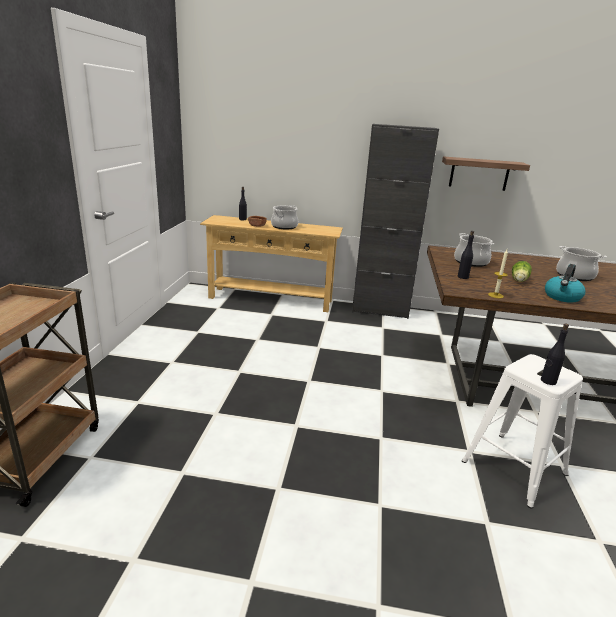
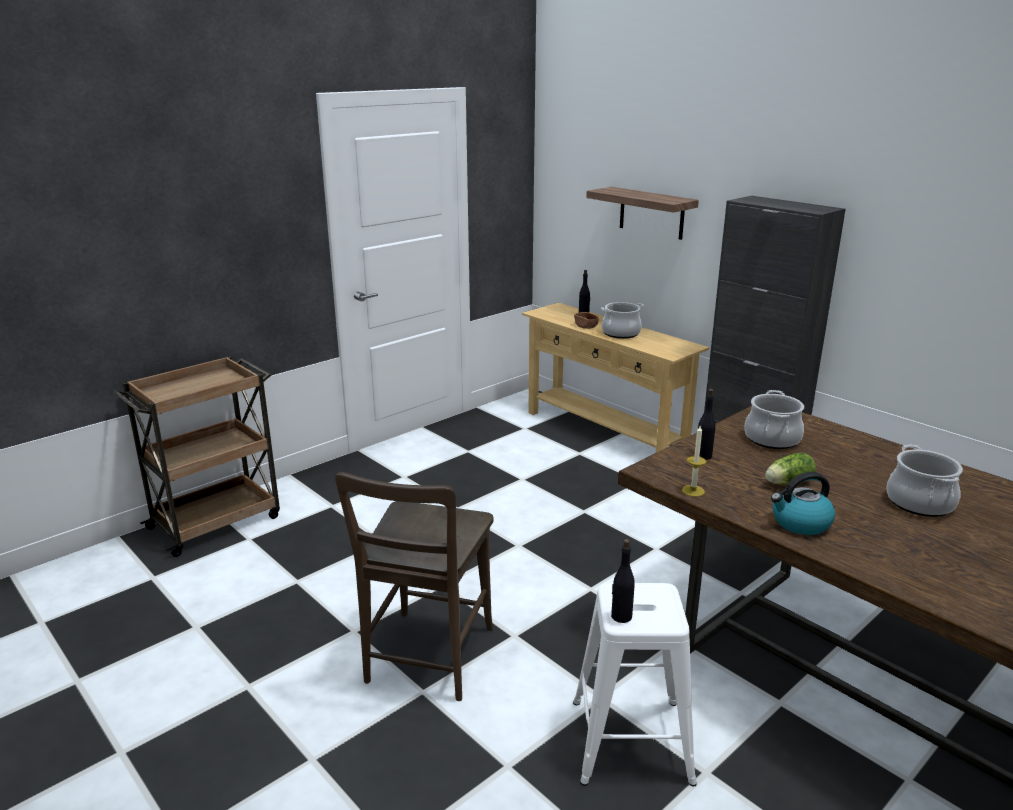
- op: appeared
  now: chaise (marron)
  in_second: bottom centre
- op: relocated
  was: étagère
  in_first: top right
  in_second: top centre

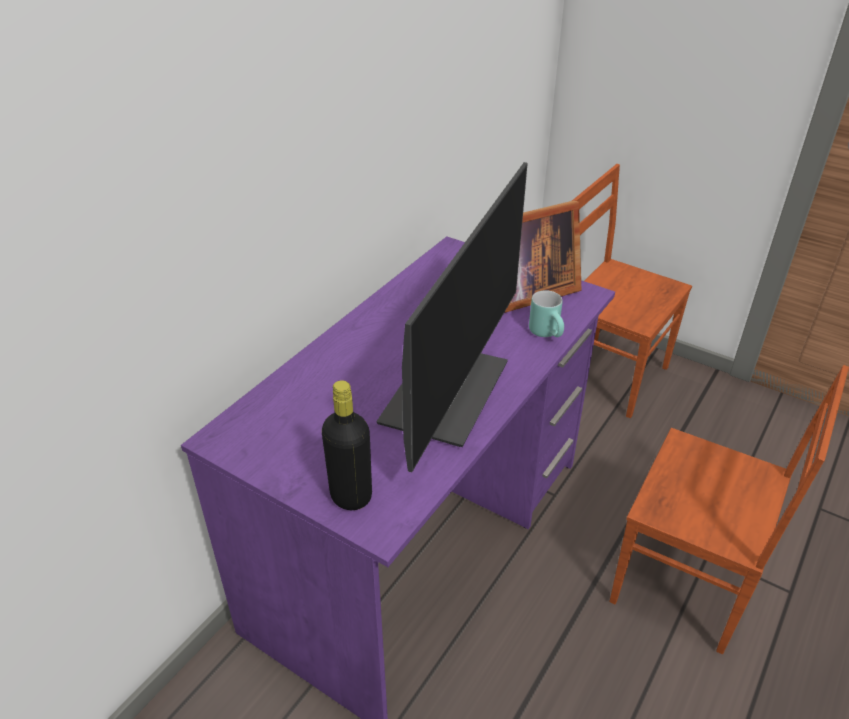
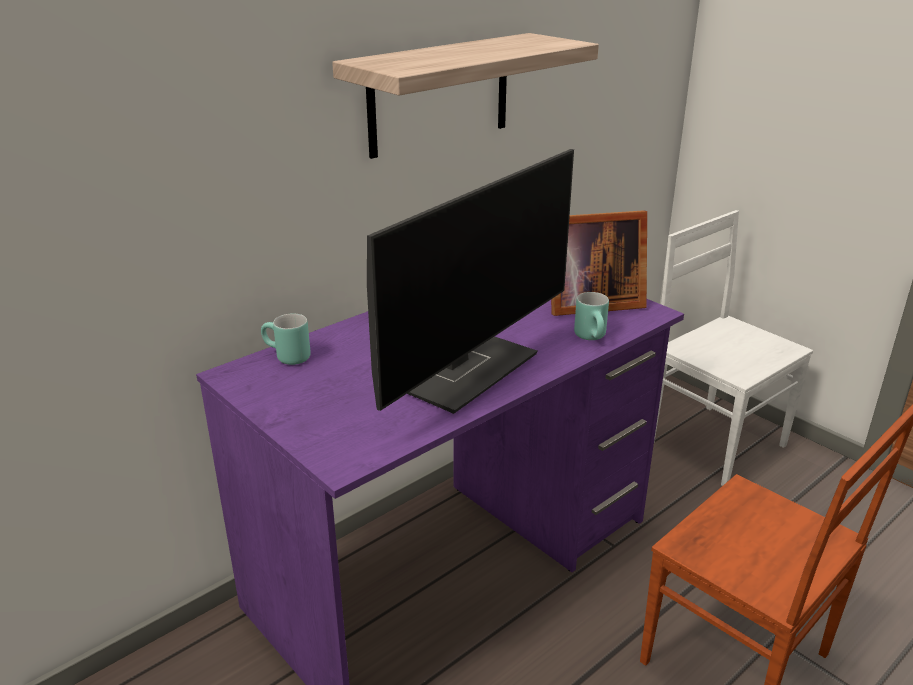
- op: missing
  was: bouteille (noir)
  in_first: centre
- op: appeared
  now: mug (turquoise) (no. 1 from left)
  in_second: middle left
- op: appeared
  now: étagère
  in_second: top centre
- op: colour
  was: chaise (marron) (no. 1 from left)
  now: chaise (blanc)
  in_first: middle right
  in_second: middle right

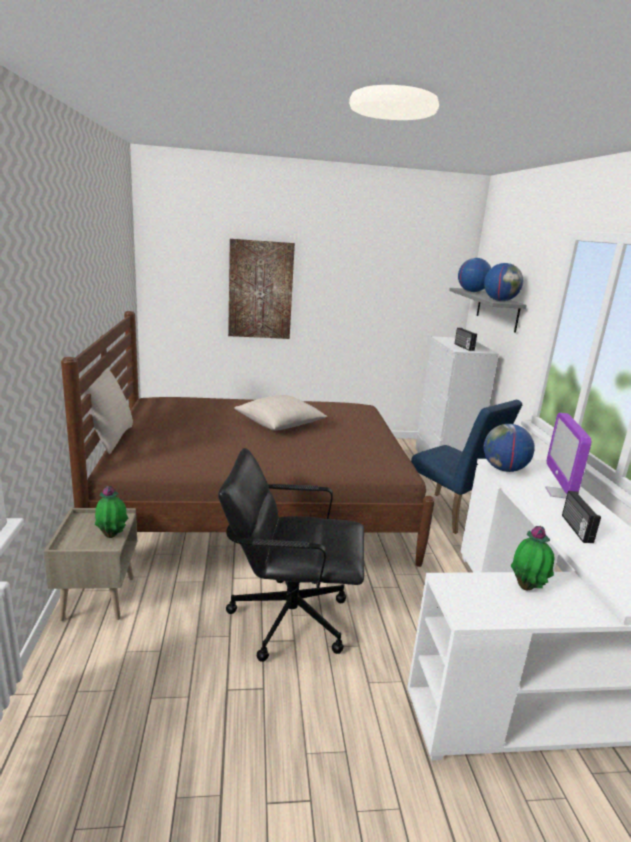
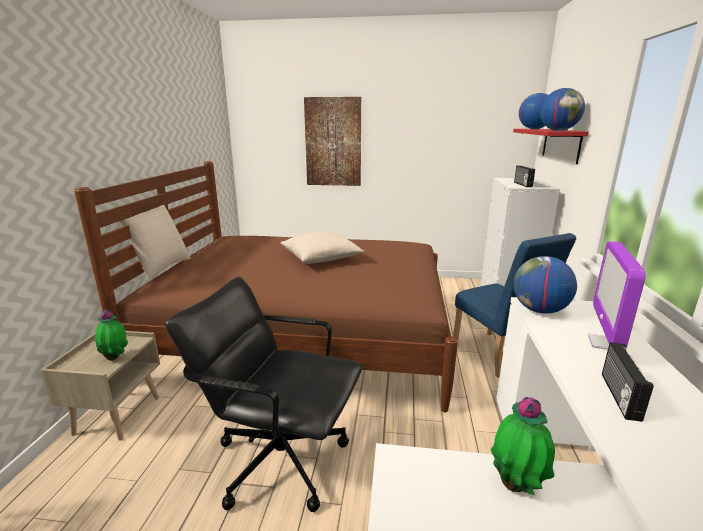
- op: colour
  was: étagère (gris)
  now: étagère (rouge)
  in_first: middle right
  in_second: top right

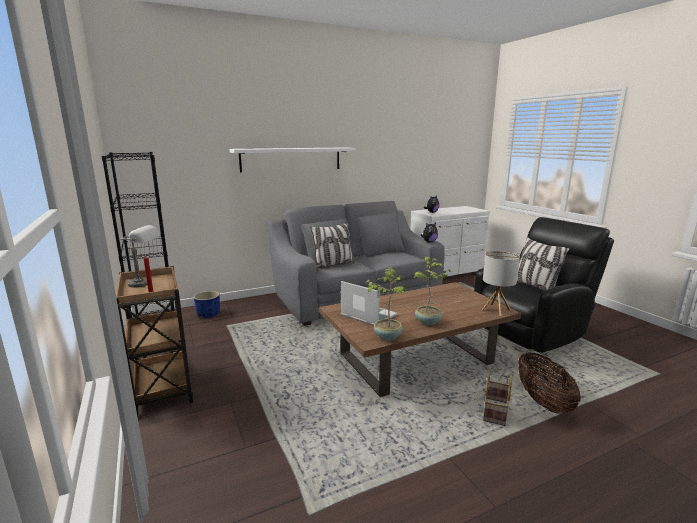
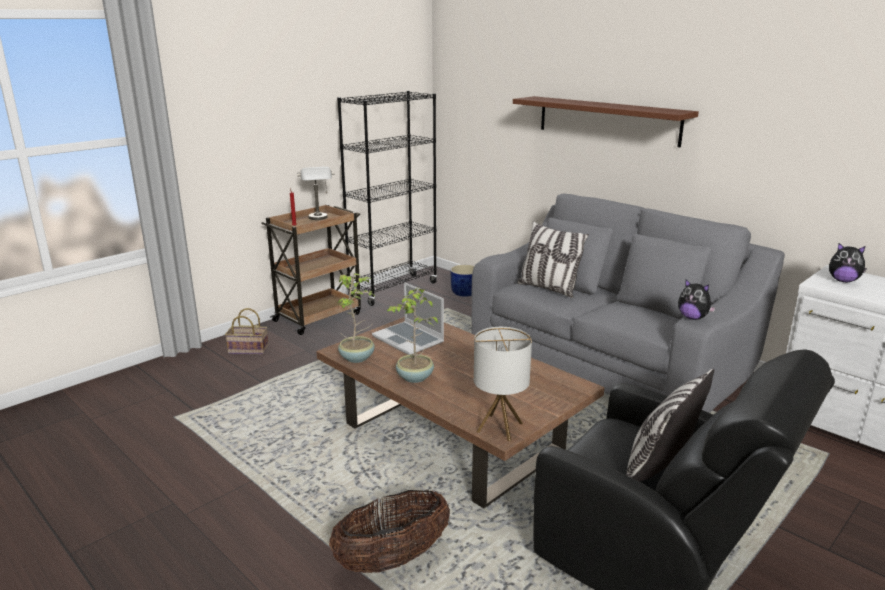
- op: relocated
  was: panier (no. 1 from left)
  in_first: bottom right
  in_second: middle left
- op: colour
  was: étagère (blanc)
  now: étagère (marron)
  in_first: top centre
  in_second: top right
- op: spun
  was: ordinateur portable
  in_first: centre
  in_second: centre
  clockwise: 120

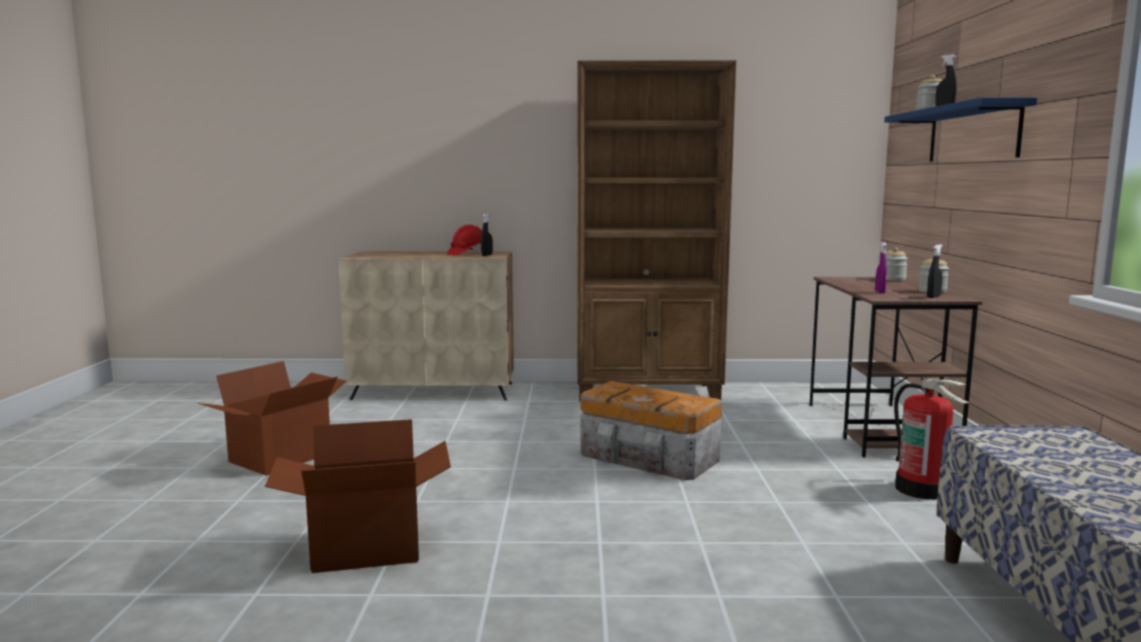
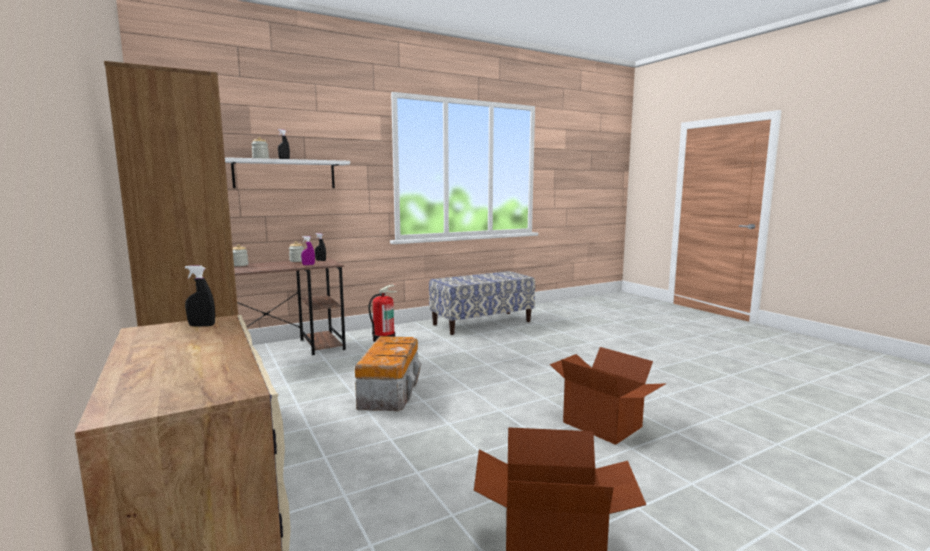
- op: missing
  was: casque de chantier (rouge)
  in_first: centre
- op: colour
  was: étagère (bleu)
  now: étagère (blanc)
  in_first: top right
  in_second: top left

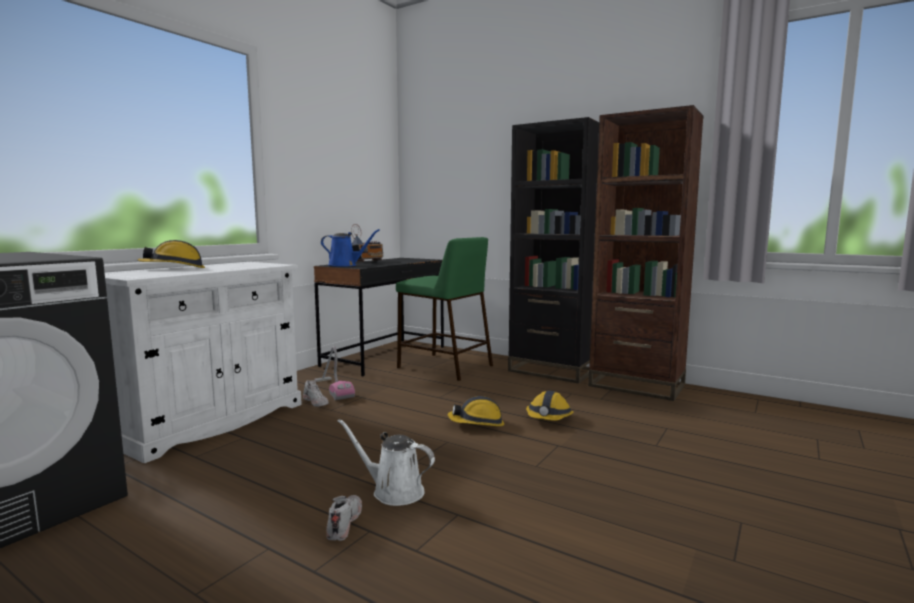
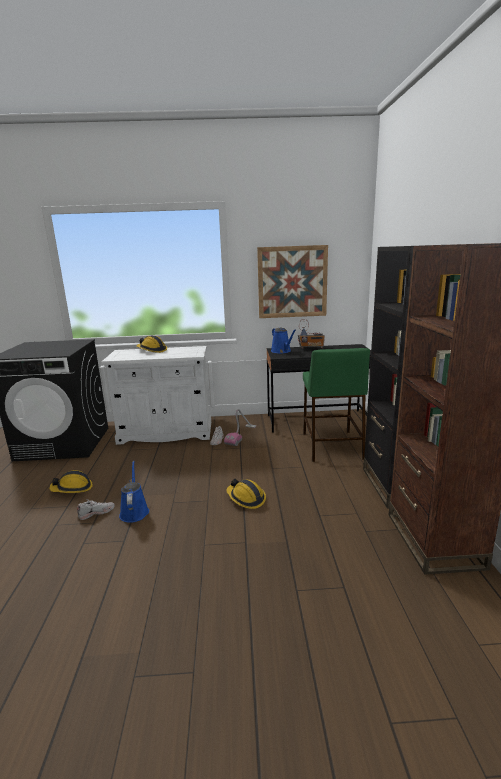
- op: appeared
  now: tableau
  in_second: centre
- op: relocated
  was: casque de chantier (no. 3 from left in the first image)
  now: casque de chantier (no. 1 from left)
  in_first: bottom centre
  in_second: middle left
- op: colour
  was: arrosoir (blanc)
  now: arrosoir (bleu) (no. 1 from left)
  in_first: bottom centre
  in_second: middle left

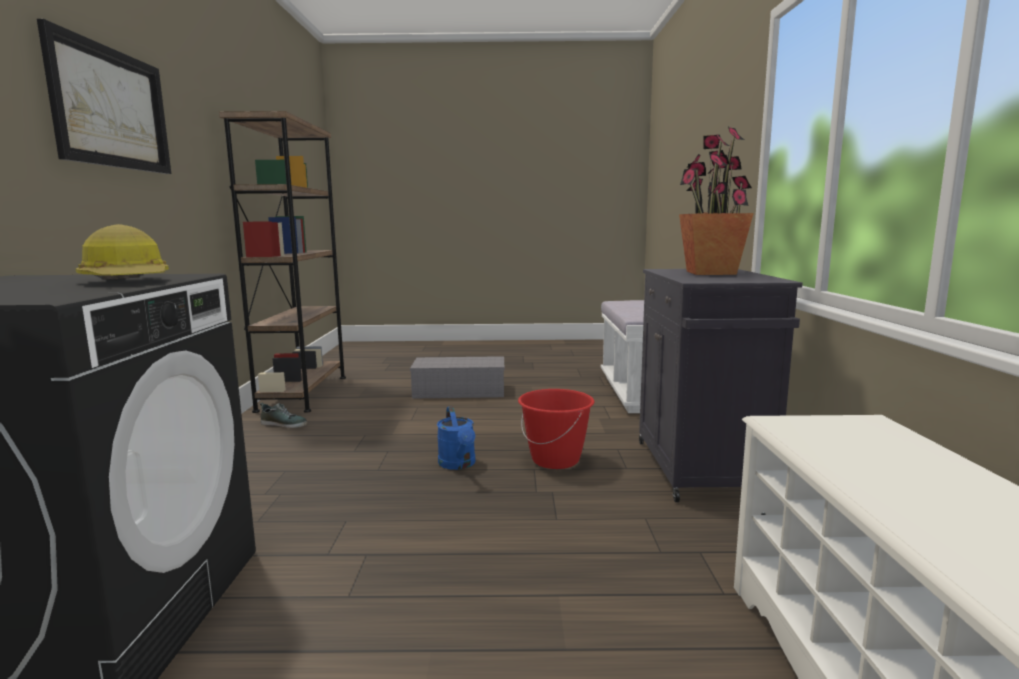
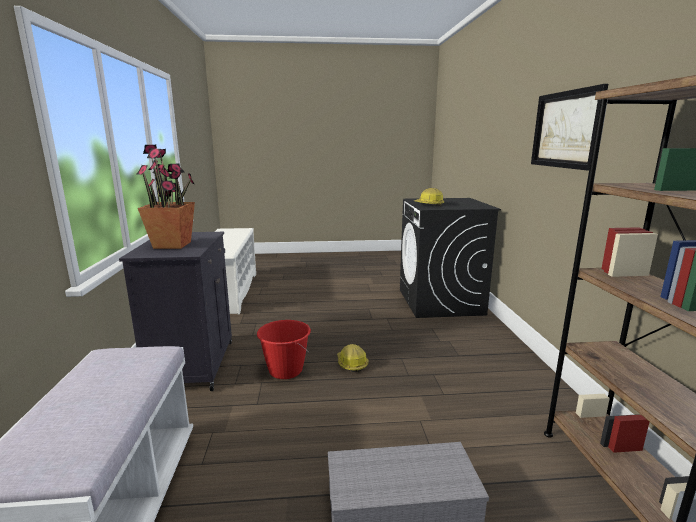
- op: missing
  was: chaussure
  in_first: middle left
- op: exchanged
  was: arrosoir (bleu)
  now: casque de chantier (no. 1 from left)
  in_first: centre
  in_second: bottom centre

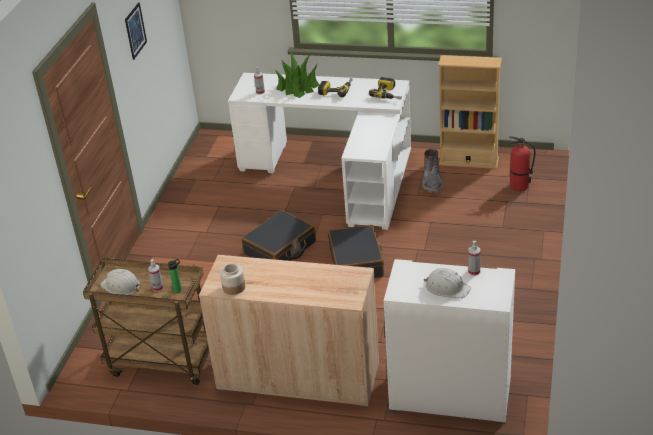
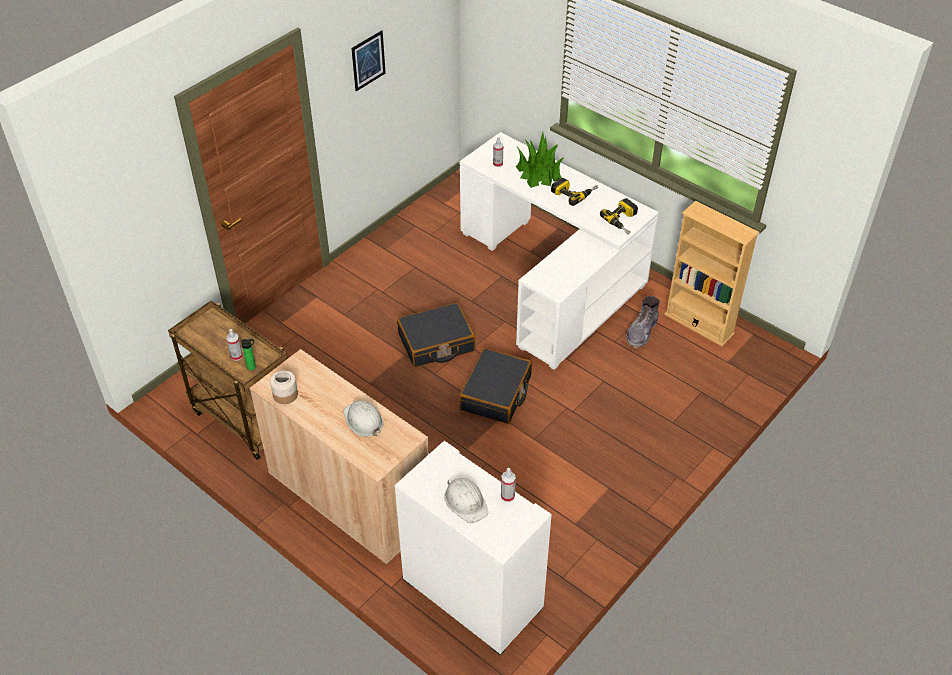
- op: missing
  was: extincteur
  in_first: middle right
- op: relocated
  was: casque de chantier (blanc) (no. 1 from left)
  in_first: middle left
  in_second: centre

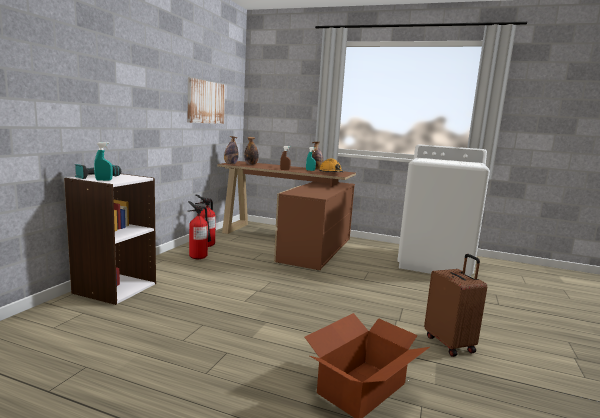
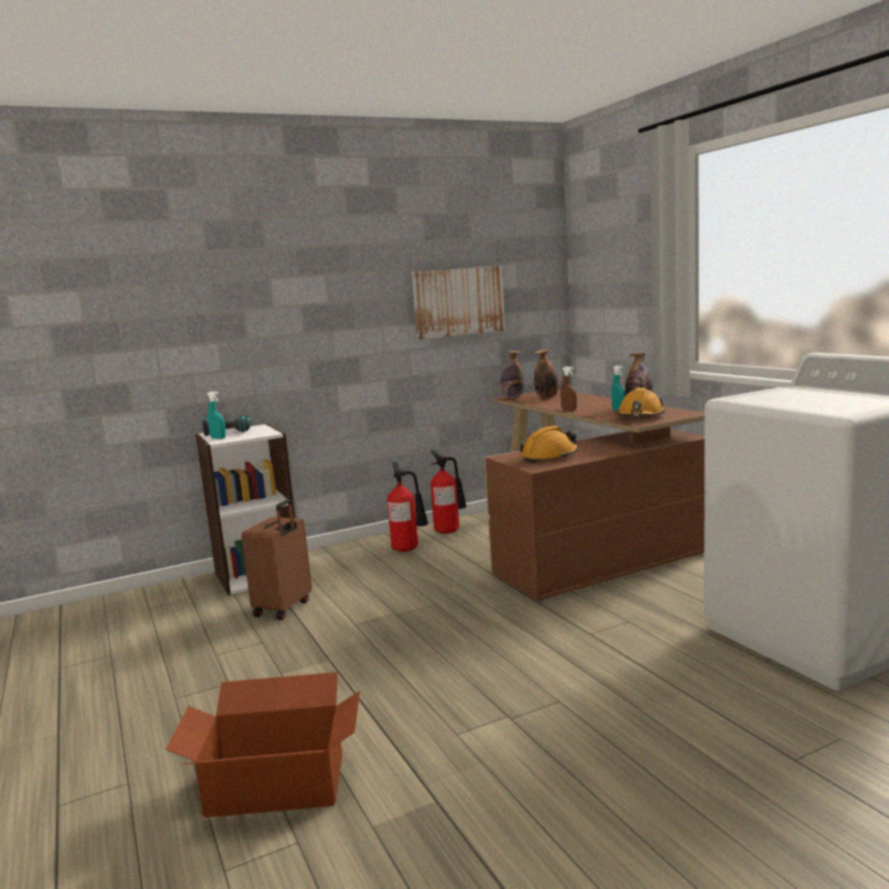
- op: appeared
  now: casque de chantier (orange) (no. 1 from left)
  in_second: centre
- op: relocated
  was: valise (marron)
  in_first: bottom right
  in_second: middle left

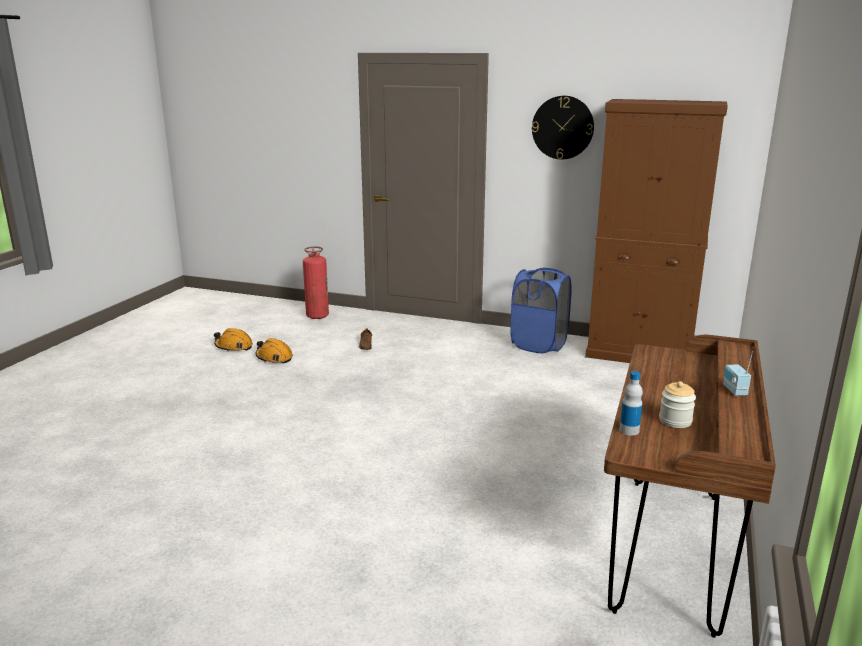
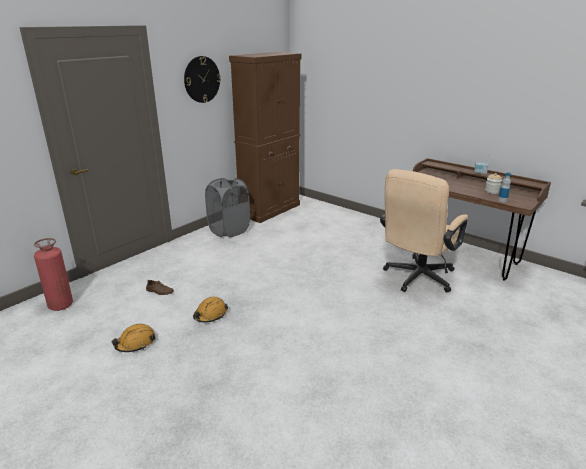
- op: appeared
  now: chaise de bureau (beige)
  in_second: middle right
- op: relocated
  was: casque de chantier (orange) (no. 1 from left in the first image)
  now: casque de chantier (orange) (no. 2 from left)
  in_first: middle left
  in_second: centre
- op: colour
  was: panier à linge (bleu)
  now: panier à linge (gris)
  in_first: centre
  in_second: centre

